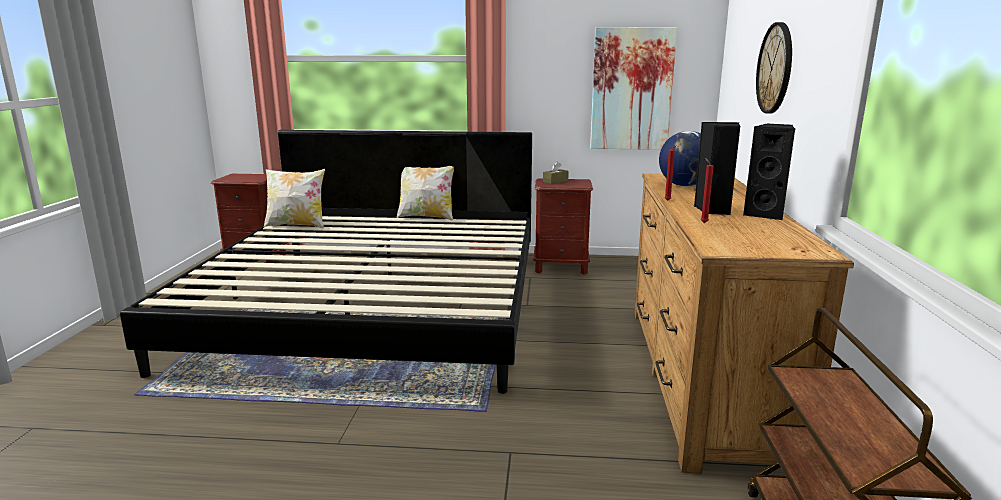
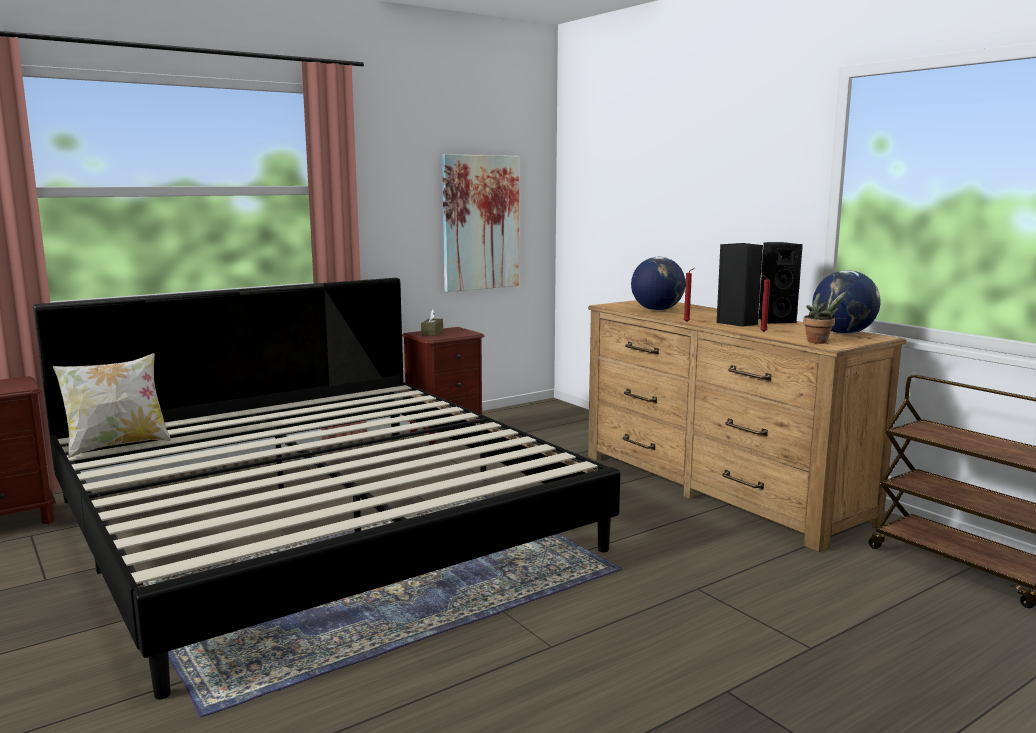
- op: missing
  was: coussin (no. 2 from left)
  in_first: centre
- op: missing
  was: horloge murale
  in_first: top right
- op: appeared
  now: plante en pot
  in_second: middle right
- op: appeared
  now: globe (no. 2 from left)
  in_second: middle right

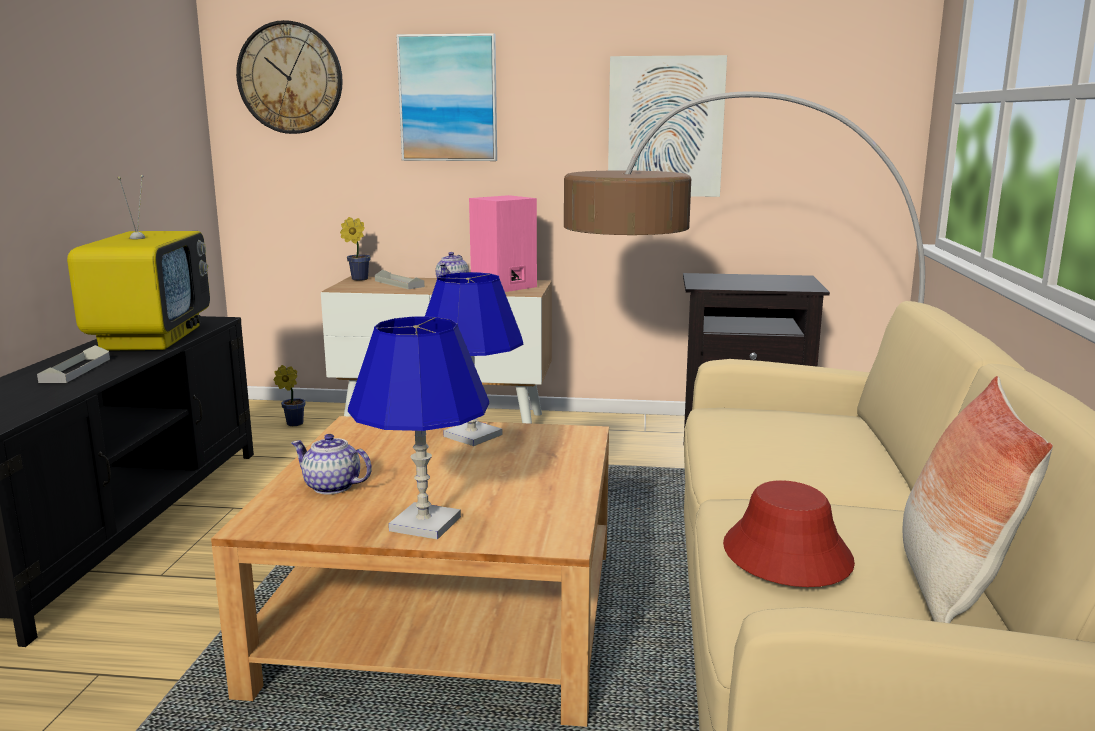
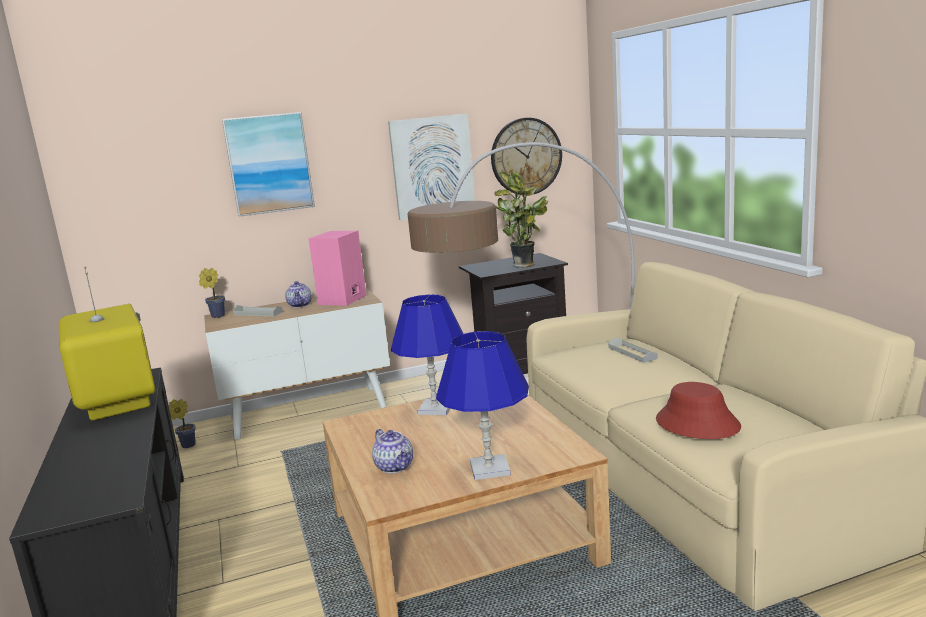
- op: missing
  was: coussin
  in_first: bottom right
- op: appeared
  now: plante en pot (no. 3 from left)
  in_second: centre
- op: relocated
  was: plateau (gris) (no. 1 from left in the first image)
  now: plateau (gris) (no. 2 from left)
  in_first: middle left
  in_second: middle right
- op: relocated
  was: horloge murale
  in_first: top left
  in_second: top centre
- op: spun
  was: théière (no. 1 from left in the first image)
  in_first: middle left
  in_second: bottom centre
  clockwise: -120

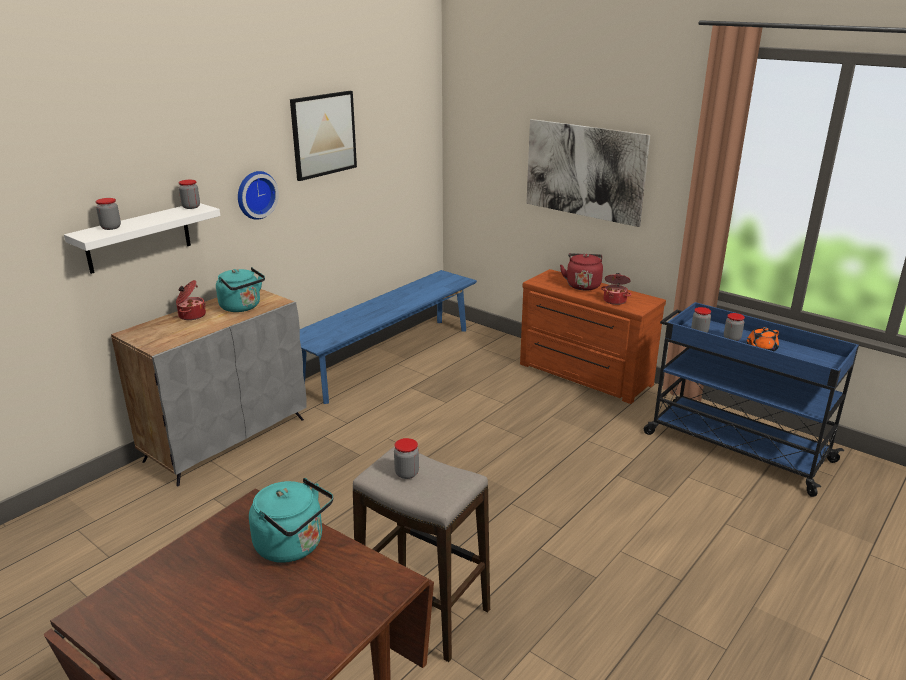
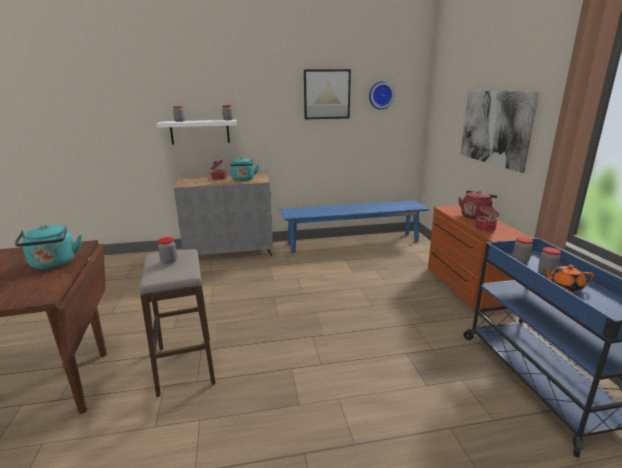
- op: relocated
  was: horloge murale
  in_first: top left
  in_second: top centre

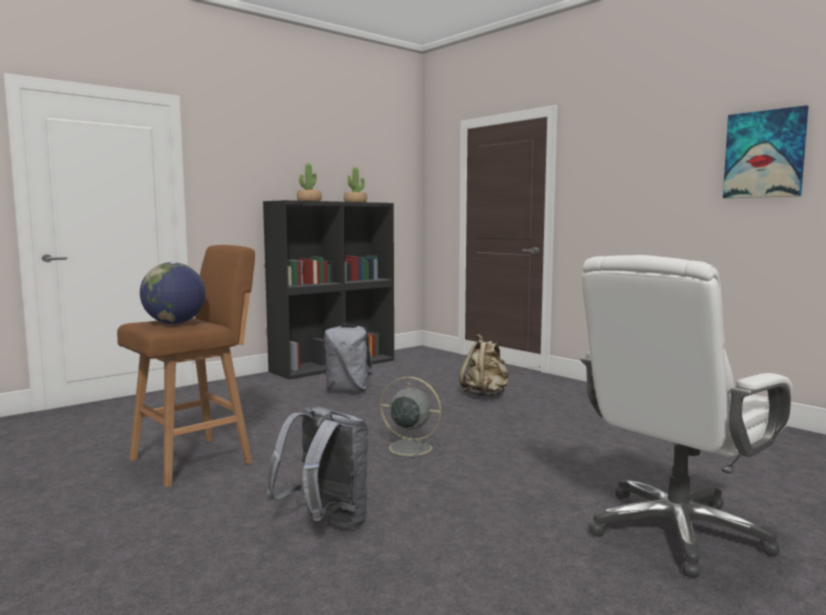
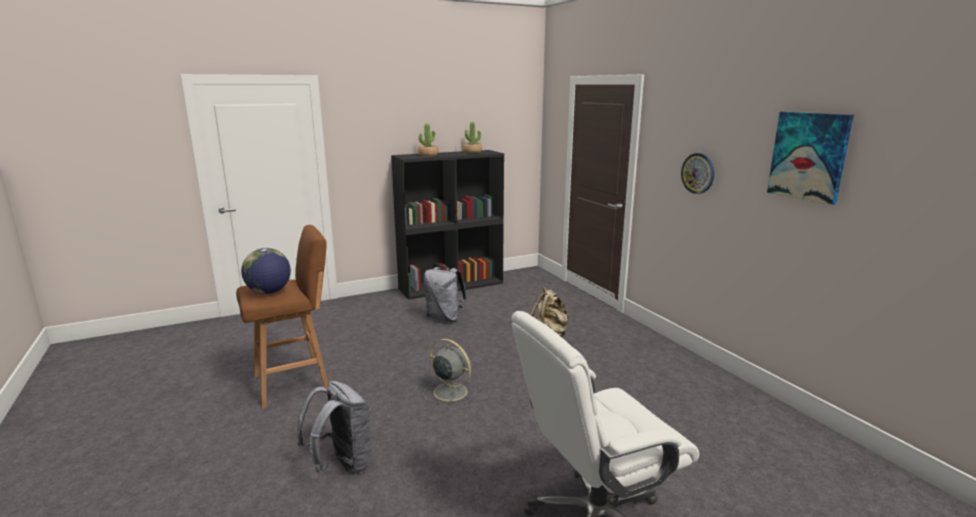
- op: appeared
  now: horloge murale
  in_second: middle right

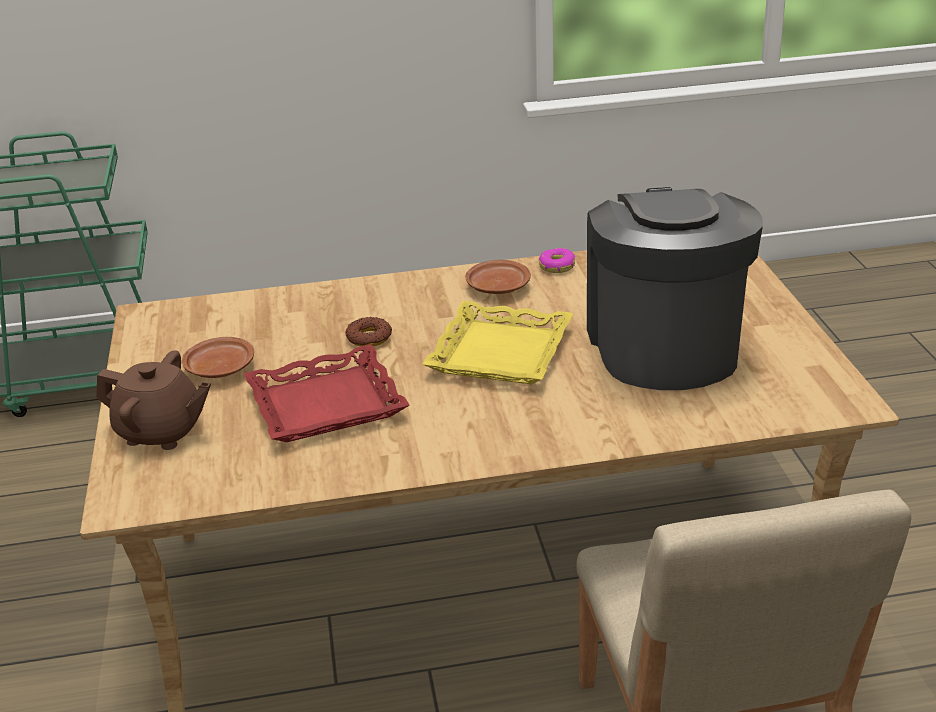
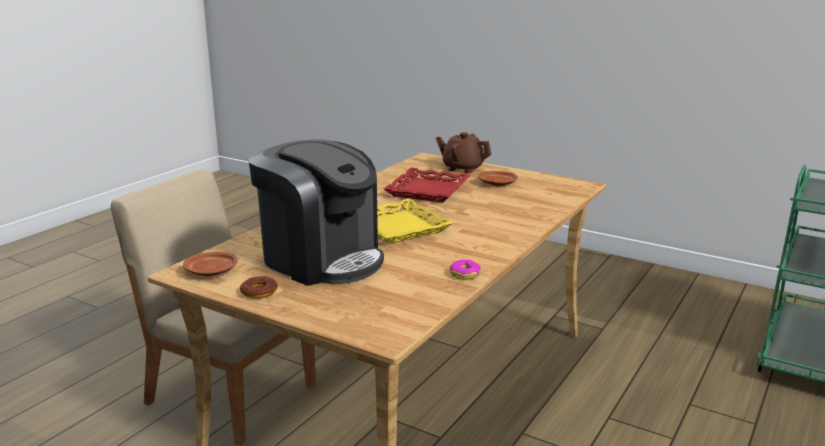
- op: relocated
  was: beignet (no. 1 from left)
  in_first: centre
  in_second: middle left
- op: relocated
  was: assiette (marron) (no. 2 from left in the first image)
  now: assiette (marron) (no. 1 from left)
  in_first: centre
  in_second: middle left
- op: spun
  was: théière (marron)
  in_first: middle left
  in_second: centre
  clockwise: 60

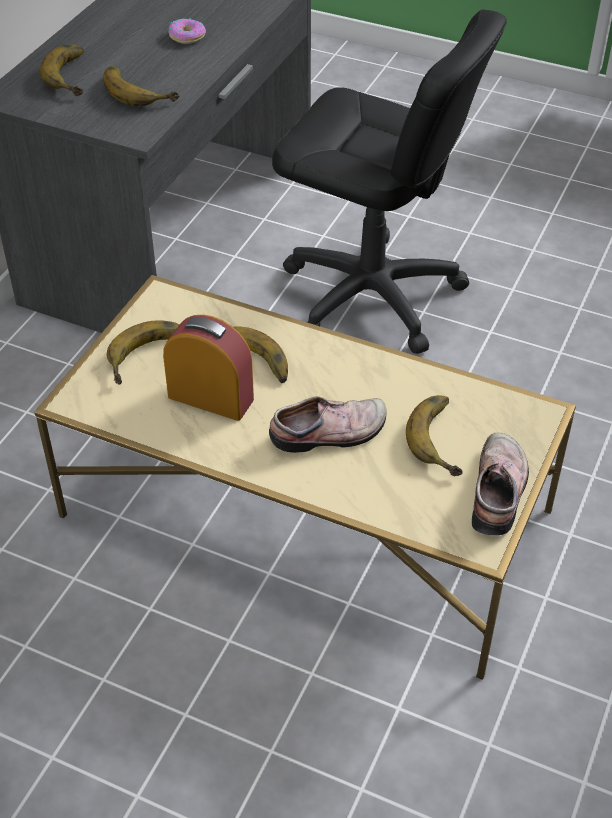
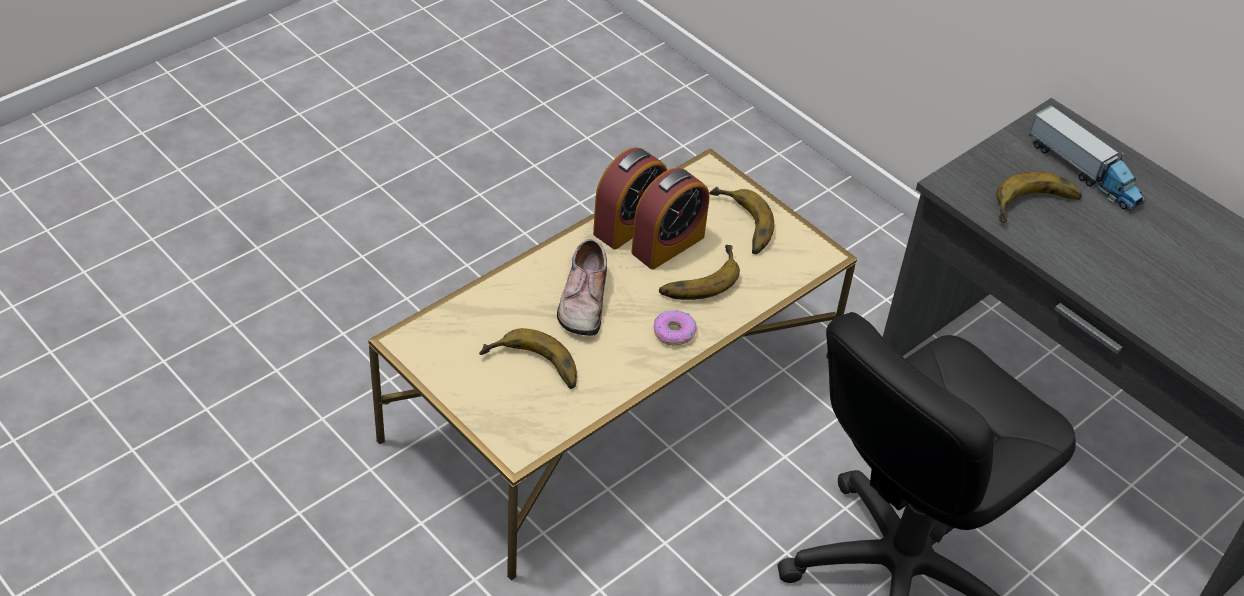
- op: missing
  was: chaussure (no. 2 from left)
  in_first: middle right
- op: appeared
  now: réveil (no. 1 from left)
  in_second: top centre
- op: relocated
  was: beignet
  in_first: top left
  in_second: centre
- op: exchanged
  was: banane (no. 1 from left)
  now: camion jouet
  in_first: top left
  in_second: top right

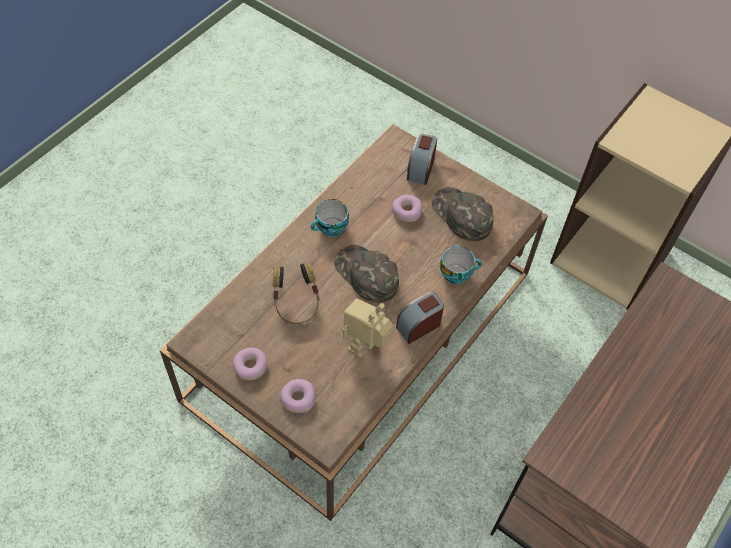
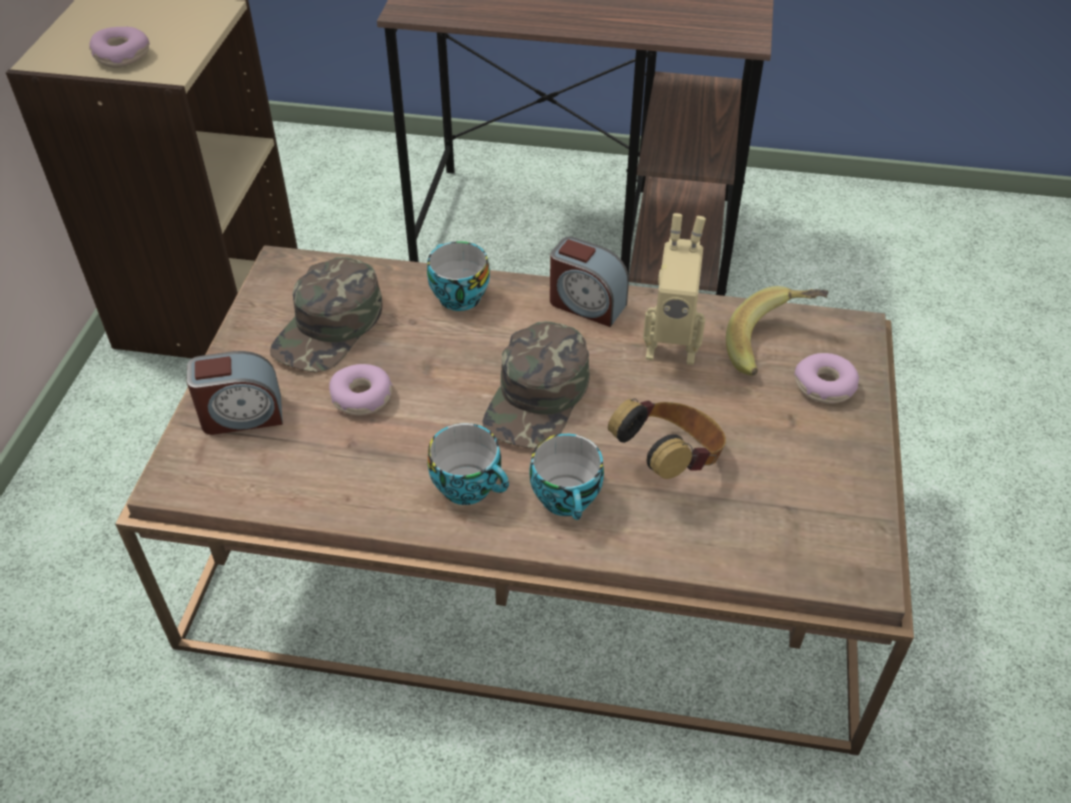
- op: appeared
  now: tasse (no. 3 from left)
  in_second: centre
- op: appeared
  now: banane
  in_second: middle right
- op: relocated
  was: beignet (no. 1 from left)
  in_first: centre
  in_second: top left

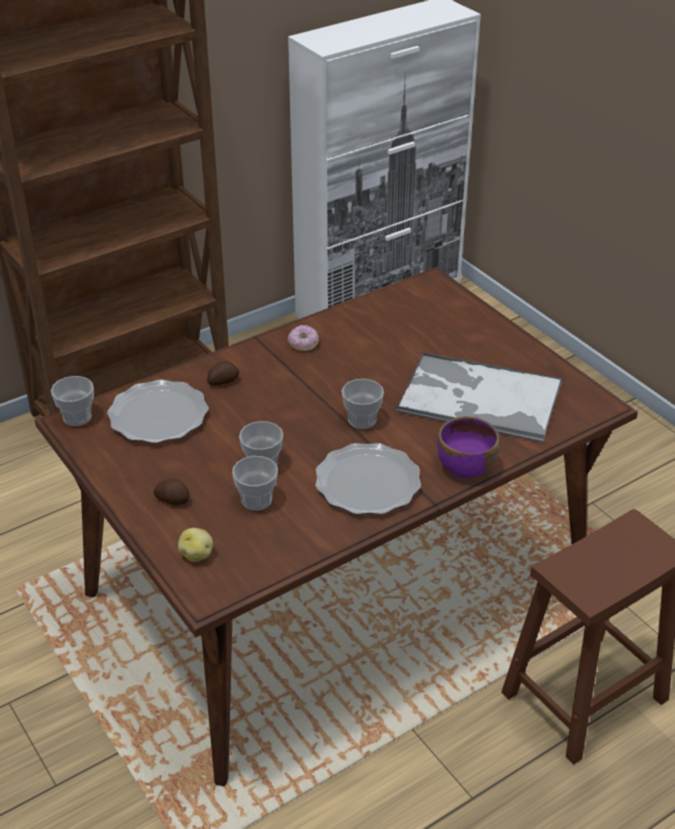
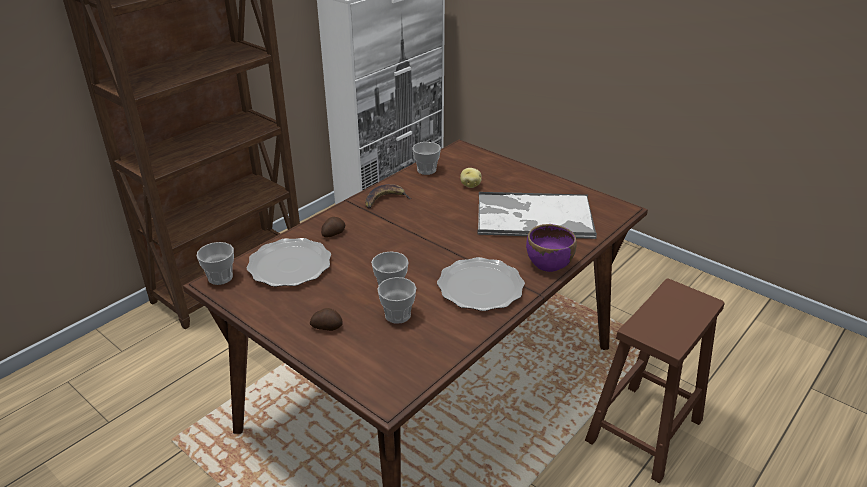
- op: relocated
  was: pomme de terre (no. 2 from left in the first image)
  now: pomme de terre (no. 3 from left)
  in_first: middle left
  in_second: centre
- op: relocated
  was: tasse (no. 4 from left)
  in_first: centre
  in_second: top centre
- op: exchanged
  was: beignet
  now: banane
  in_first: centre
  in_second: centre

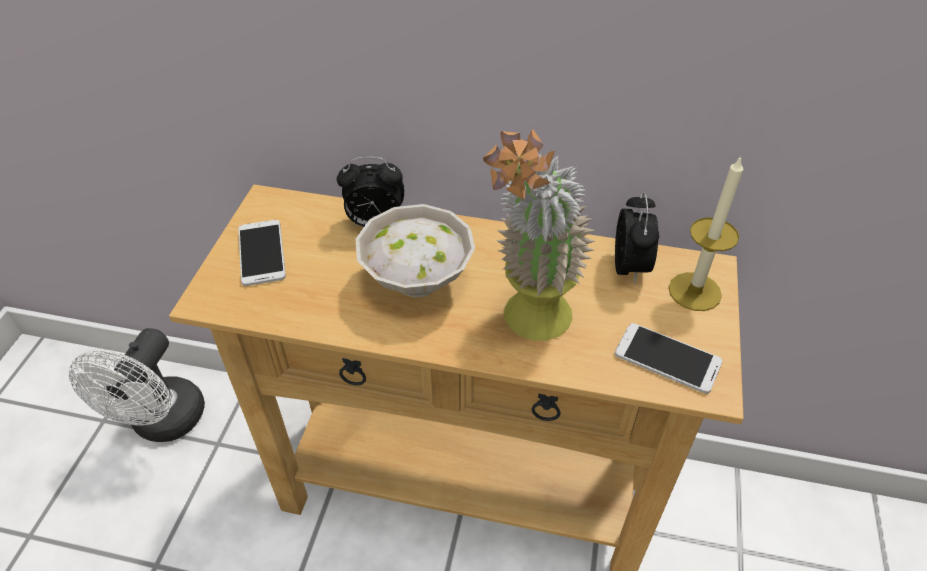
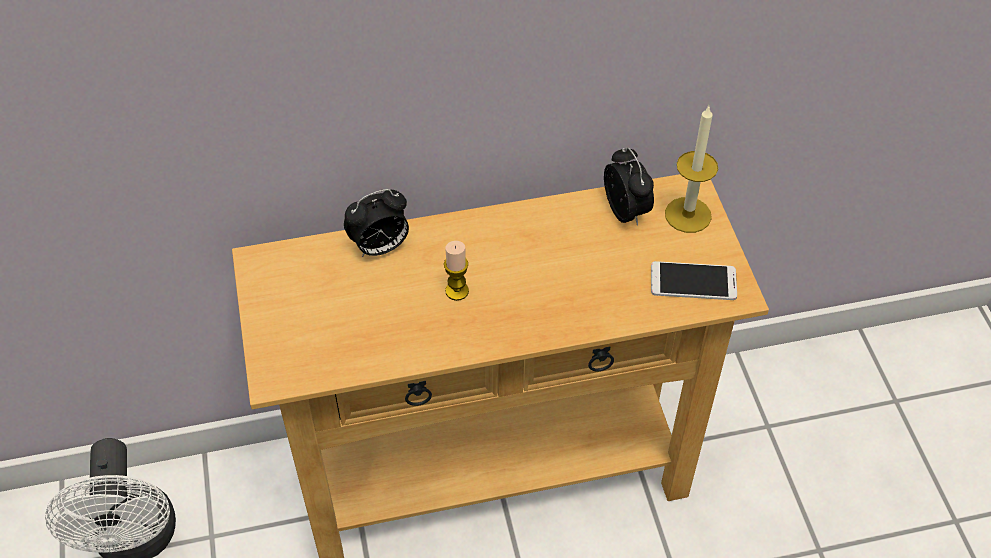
- op: missing
  was: téléphone (no. 1 from left)
  in_first: middle left
- op: missing
  was: plante en pot
  in_first: centre
- op: exchanged
  was: bol (blanc)
  now: bougie (no. 1 from left)
  in_first: centre
  in_second: centre

